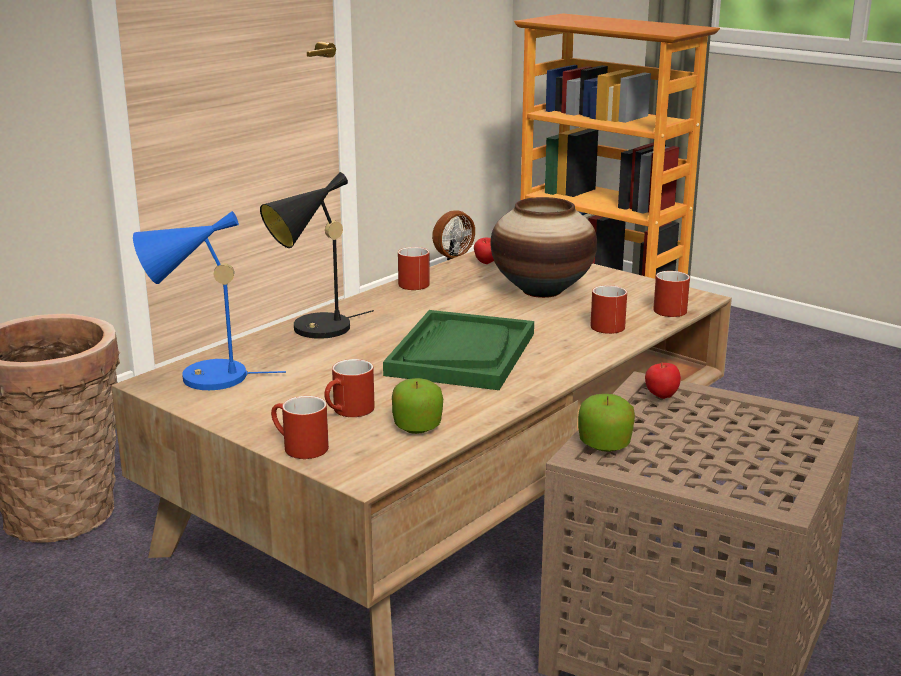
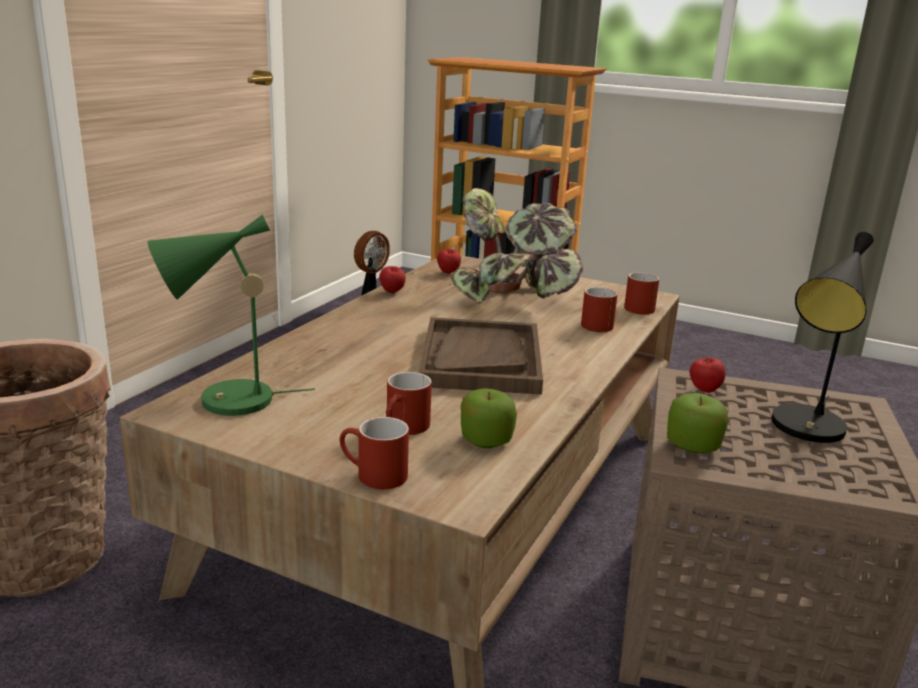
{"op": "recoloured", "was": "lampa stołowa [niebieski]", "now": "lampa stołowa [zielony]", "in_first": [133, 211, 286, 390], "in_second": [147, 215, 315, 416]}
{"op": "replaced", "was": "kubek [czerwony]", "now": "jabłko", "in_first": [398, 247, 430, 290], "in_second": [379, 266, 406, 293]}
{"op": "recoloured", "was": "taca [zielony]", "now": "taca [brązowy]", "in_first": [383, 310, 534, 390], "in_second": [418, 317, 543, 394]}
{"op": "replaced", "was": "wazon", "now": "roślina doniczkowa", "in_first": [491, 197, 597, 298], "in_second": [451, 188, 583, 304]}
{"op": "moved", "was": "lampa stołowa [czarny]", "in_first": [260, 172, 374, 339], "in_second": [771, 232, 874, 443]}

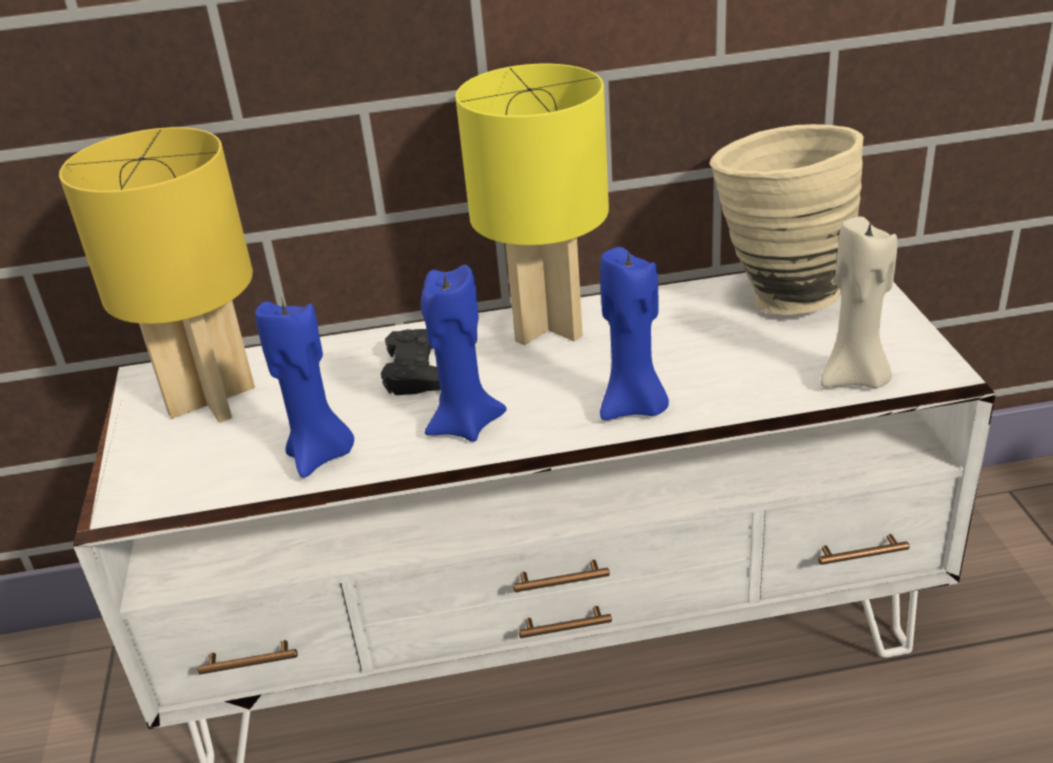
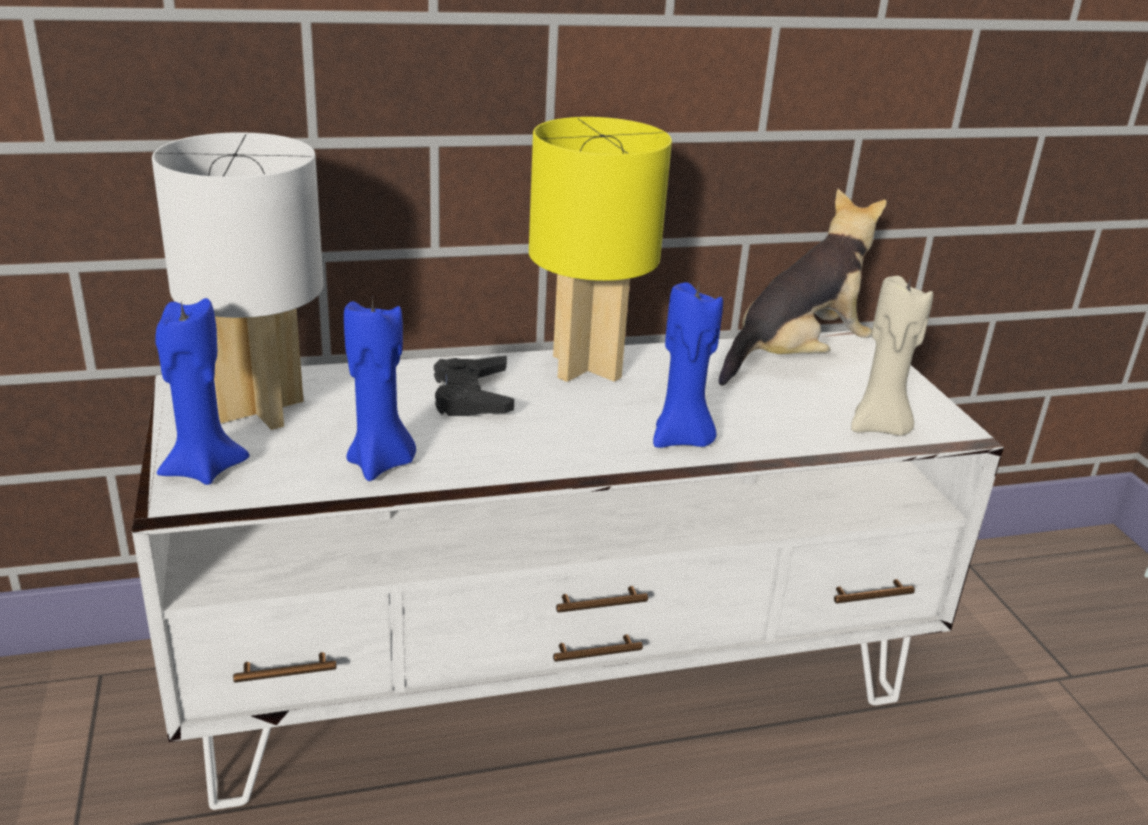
{"op": "recoloured", "was": "lampa stołowa [żółty]", "now": "lampa stołowa [biały]", "in_first": [59, 127, 255, 423], "in_second": [152, 132, 324, 430]}
{"op": "moved", "was": "świeca [niebieski]", "in_first": [421, 264, 507, 442], "in_second": [156, 298, 249, 485]}
{"op": "replaced", "was": "wazon [beżowy]", "now": "pluszak", "in_first": [709, 124, 864, 315], "in_second": [719, 189, 887, 385]}

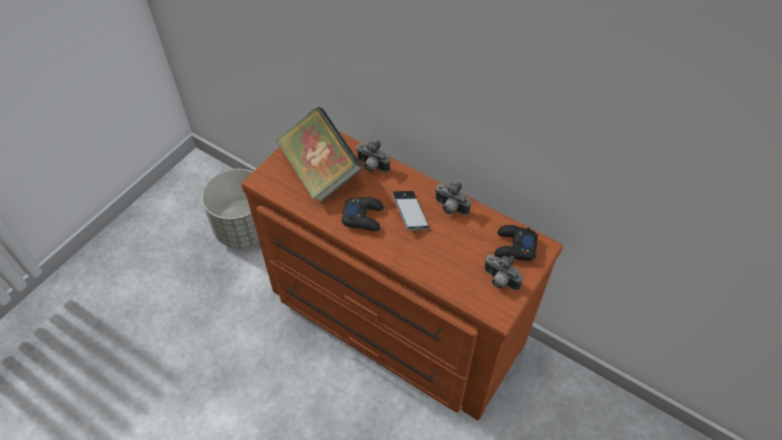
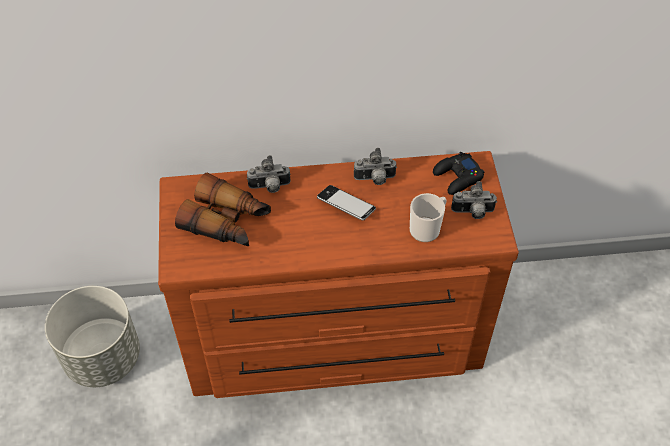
{"op": "replaced", "was": "książka", "now": "lornetka", "in_first": [276, 107, 363, 203], "in_second": [175, 173, 271, 246]}
{"op": "added", "now": "kubek", "in_second": [410, 193, 446, 242]}
{"op": "removed", "was": "pad do gier [czarny]", "in_first": [342, 197, 384, 231]}

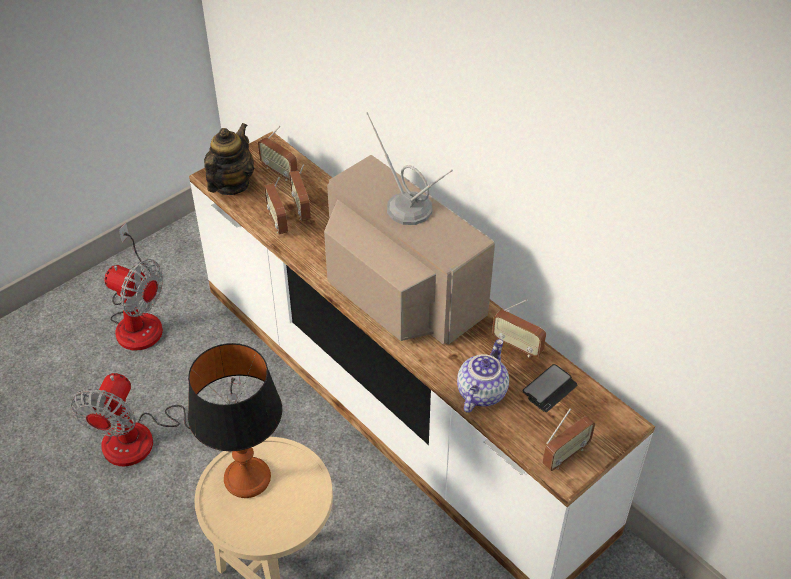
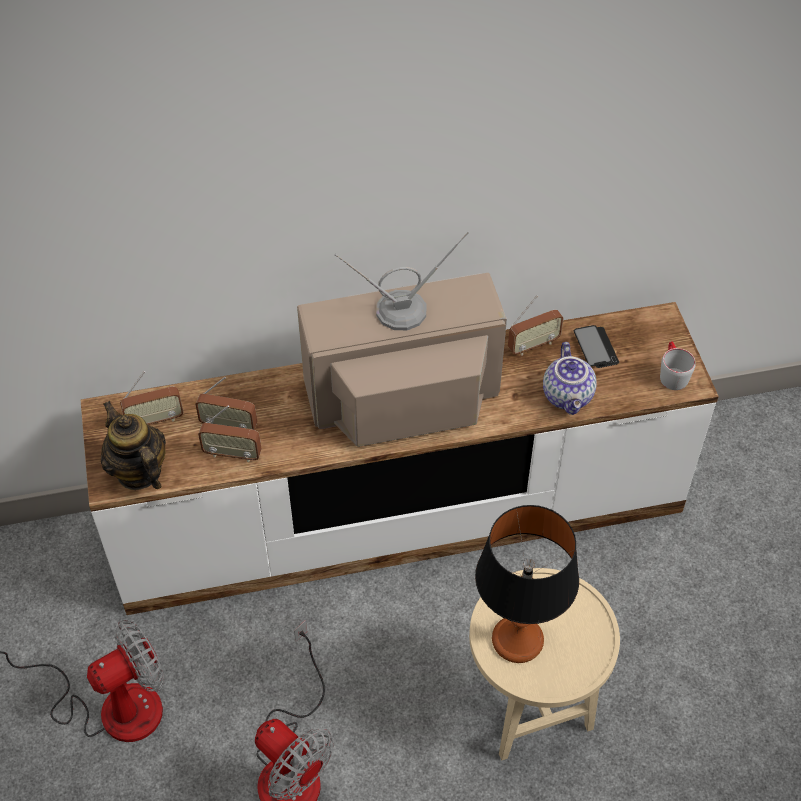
{"op": "turned", "was": "imbryk", "in_first": [457, 339, 509, 413], "in_second": [543, 342, 597, 415], "clockwise": -150}
{"op": "replaced", "was": "radio", "now": "kubek [szary]", "in_first": [543, 408, 595, 471], "in_second": [660, 341, 695, 390]}

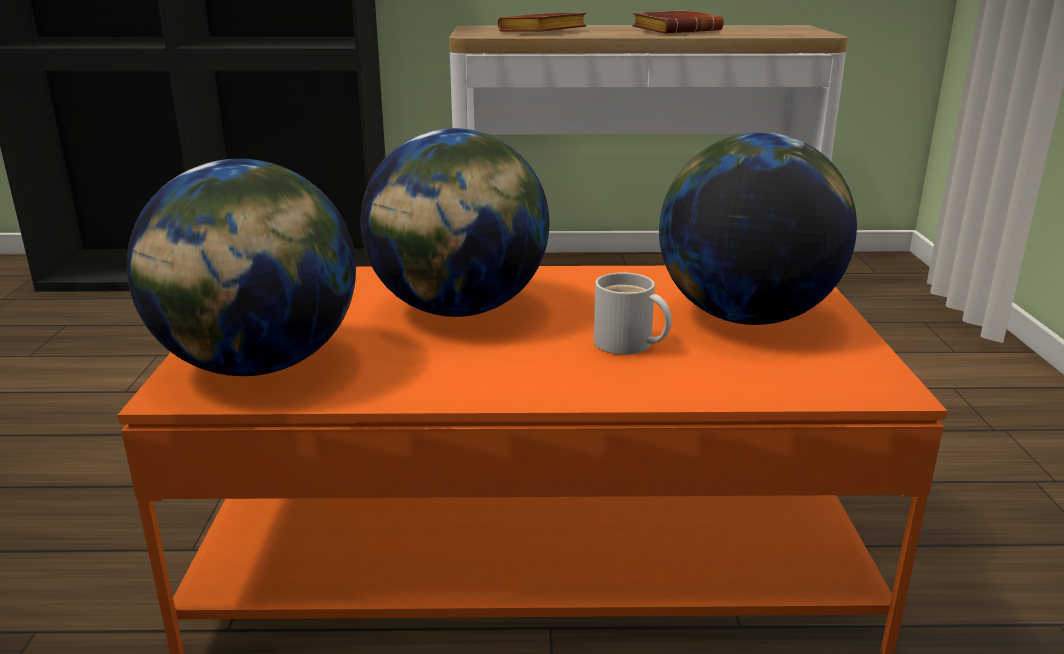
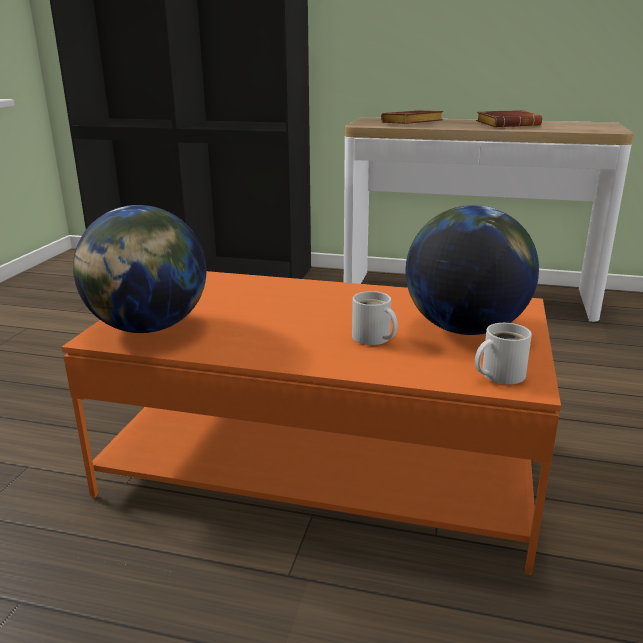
{"op": "added", "now": "kubek [biały]", "in_second": [475, 323, 532, 384]}
{"op": "removed", "was": "globus", "in_first": [360, 128, 549, 317]}

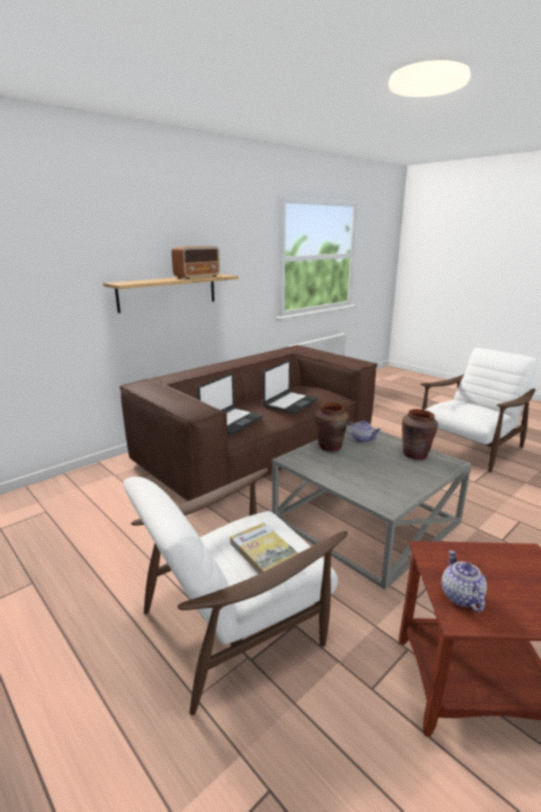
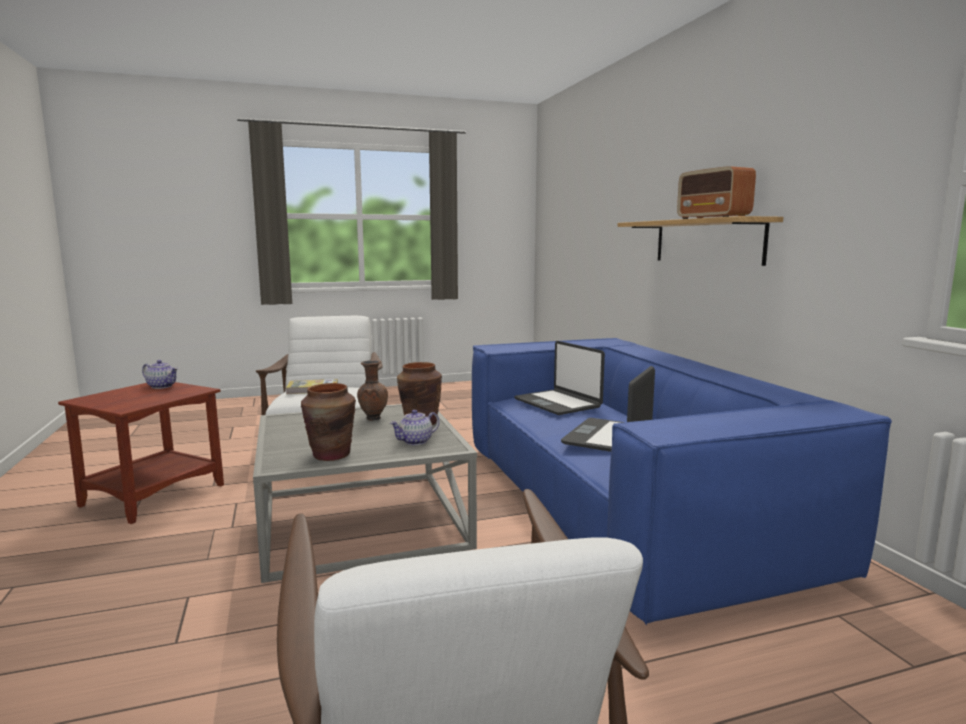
{"op": "added", "now": "wazon [brązowy]", "in_second": [357, 360, 388, 421]}
{"op": "recoloured", "was": "kanapa [brązowy]", "now": "kanapa [niebieski]", "in_first": [120, 345, 377, 501], "in_second": [472, 338, 892, 625]}
{"op": "turned", "was": "laptop", "in_first": [263, 360, 318, 414], "in_second": [561, 366, 655, 452], "clockwise": 60}

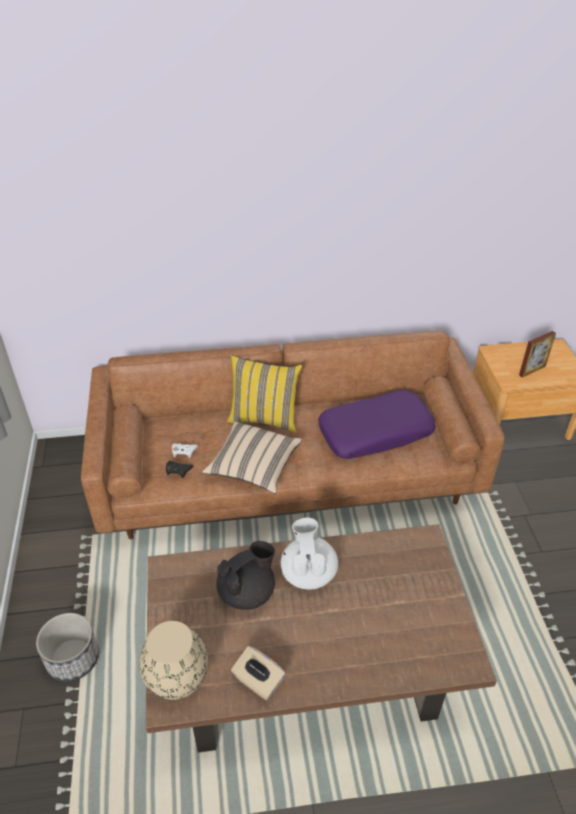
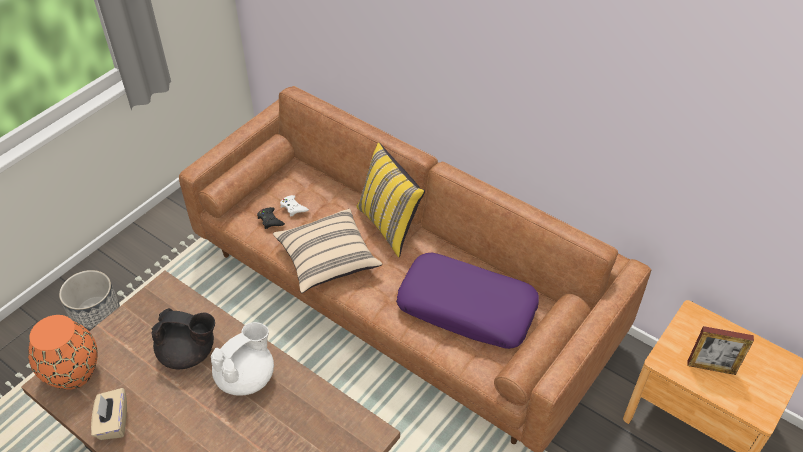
{"op": "recoloured", "was": "wazon [beżowy]", "now": "wazon [pomarańczowy]", "in_first": [139, 621, 208, 700], "in_second": [28, 315, 98, 390]}

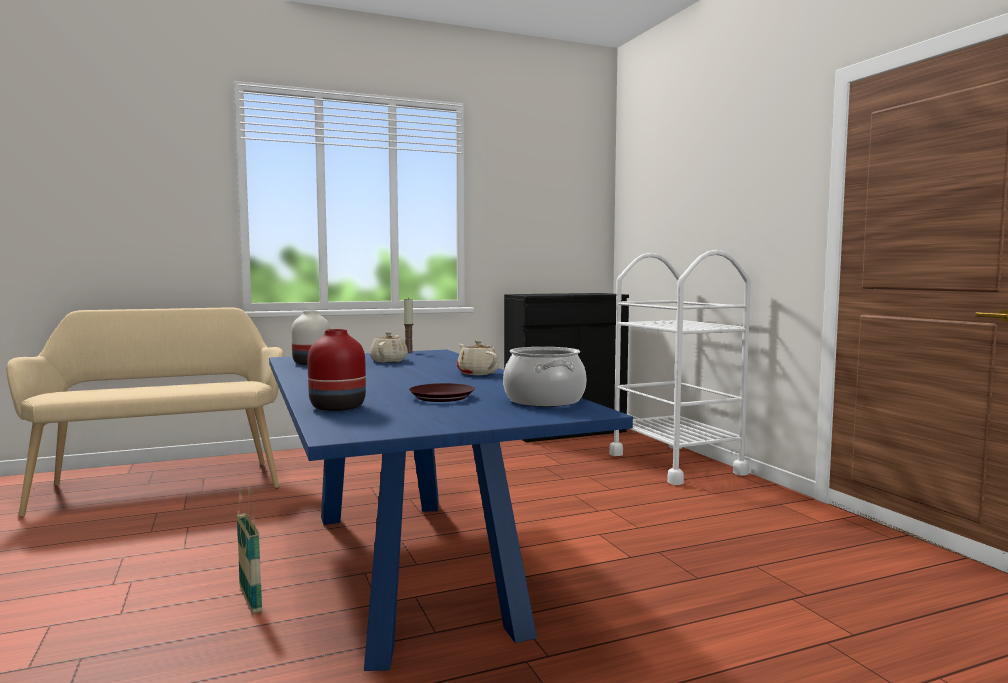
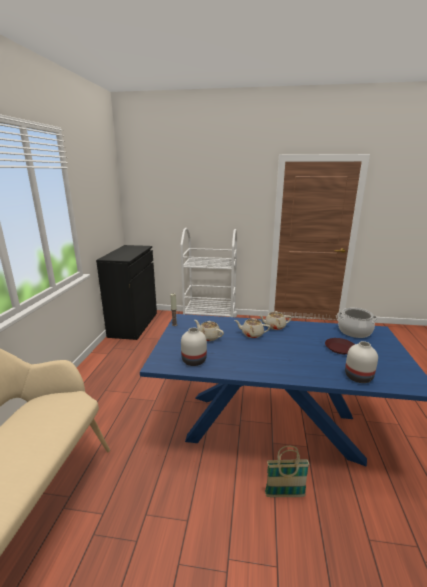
{"op": "added", "now": "imbryk [beżowy]", "in_second": [235, 318, 270, 338]}
{"op": "recoloured", "was": "wazon [czerwony]", "now": "wazon [biały]", "in_first": [308, 329, 366, 411], "in_second": [345, 341, 378, 383]}

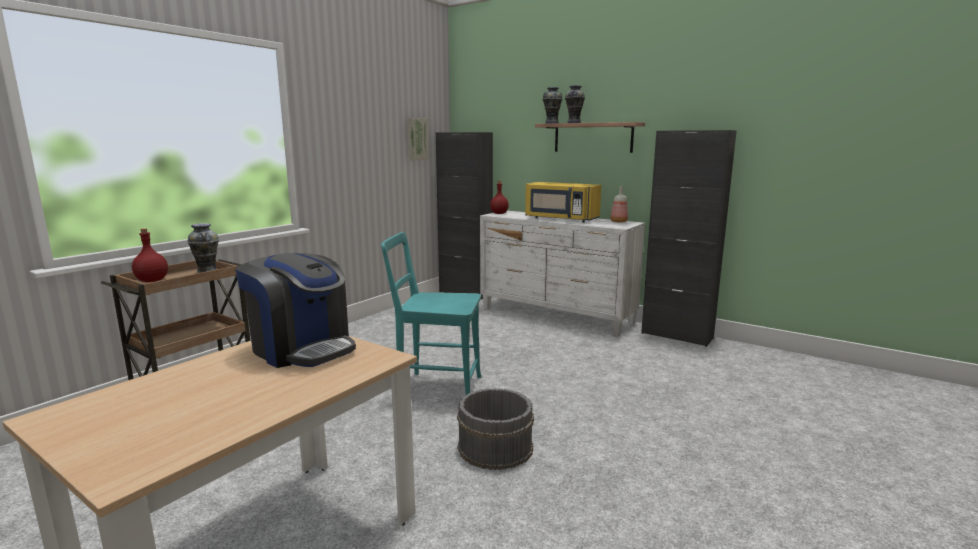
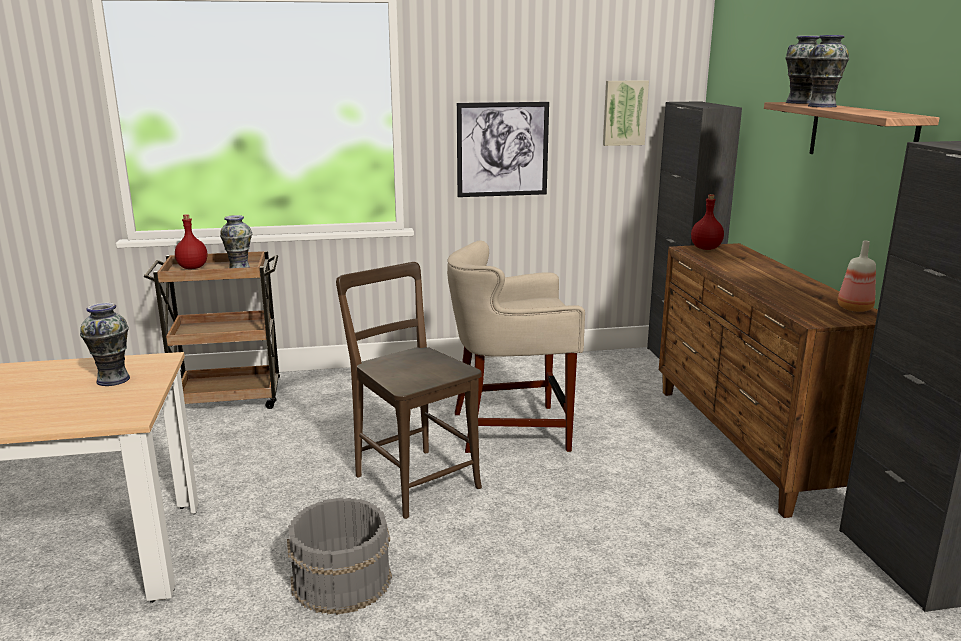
{"op": "replaced", "was": "ekspres do kawy", "now": "wazon", "in_first": [235, 253, 356, 368], "in_second": [80, 303, 130, 386]}
{"op": "recoloured", "was": "krzesło [turkusowy]", "now": "krzesło [brązowy]", "in_first": [381, 232, 481, 395], "in_second": [336, 262, 482, 519]}
{"op": "added", "now": "stołek [beżowy]", "in_second": [447, 240, 585, 453]}
{"op": "added", "now": "obraz", "in_second": [457, 102, 549, 197]}
{"op": "recoloured", "was": "komoda [biały]", "now": "komoda [brązowy]", "in_first": [480, 211, 645, 337], "in_second": [659, 243, 878, 518]}
{"op": "removed", "was": "mikrofalówka [żółty]", "in_first": [525, 182, 601, 222]}

